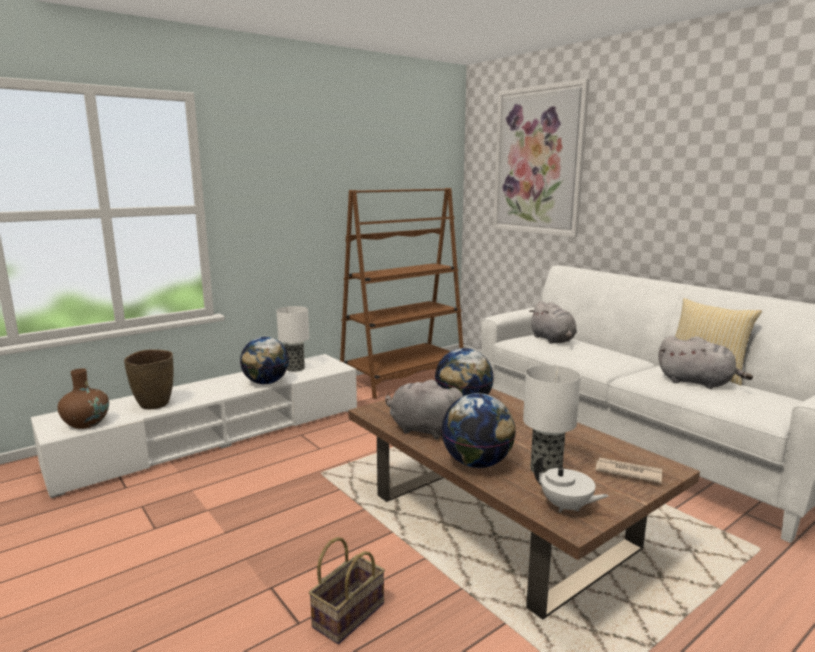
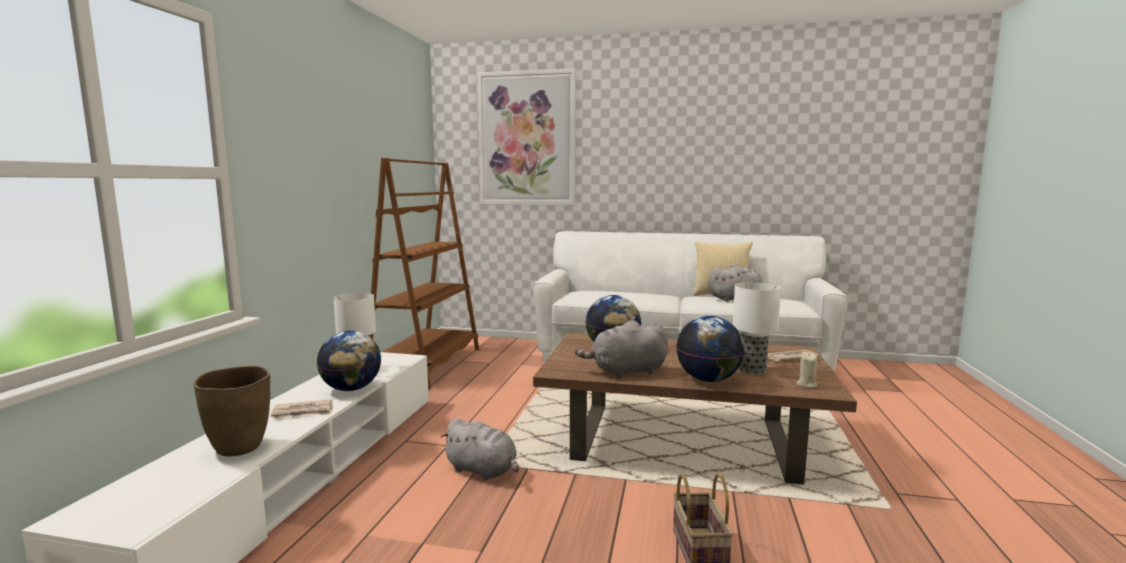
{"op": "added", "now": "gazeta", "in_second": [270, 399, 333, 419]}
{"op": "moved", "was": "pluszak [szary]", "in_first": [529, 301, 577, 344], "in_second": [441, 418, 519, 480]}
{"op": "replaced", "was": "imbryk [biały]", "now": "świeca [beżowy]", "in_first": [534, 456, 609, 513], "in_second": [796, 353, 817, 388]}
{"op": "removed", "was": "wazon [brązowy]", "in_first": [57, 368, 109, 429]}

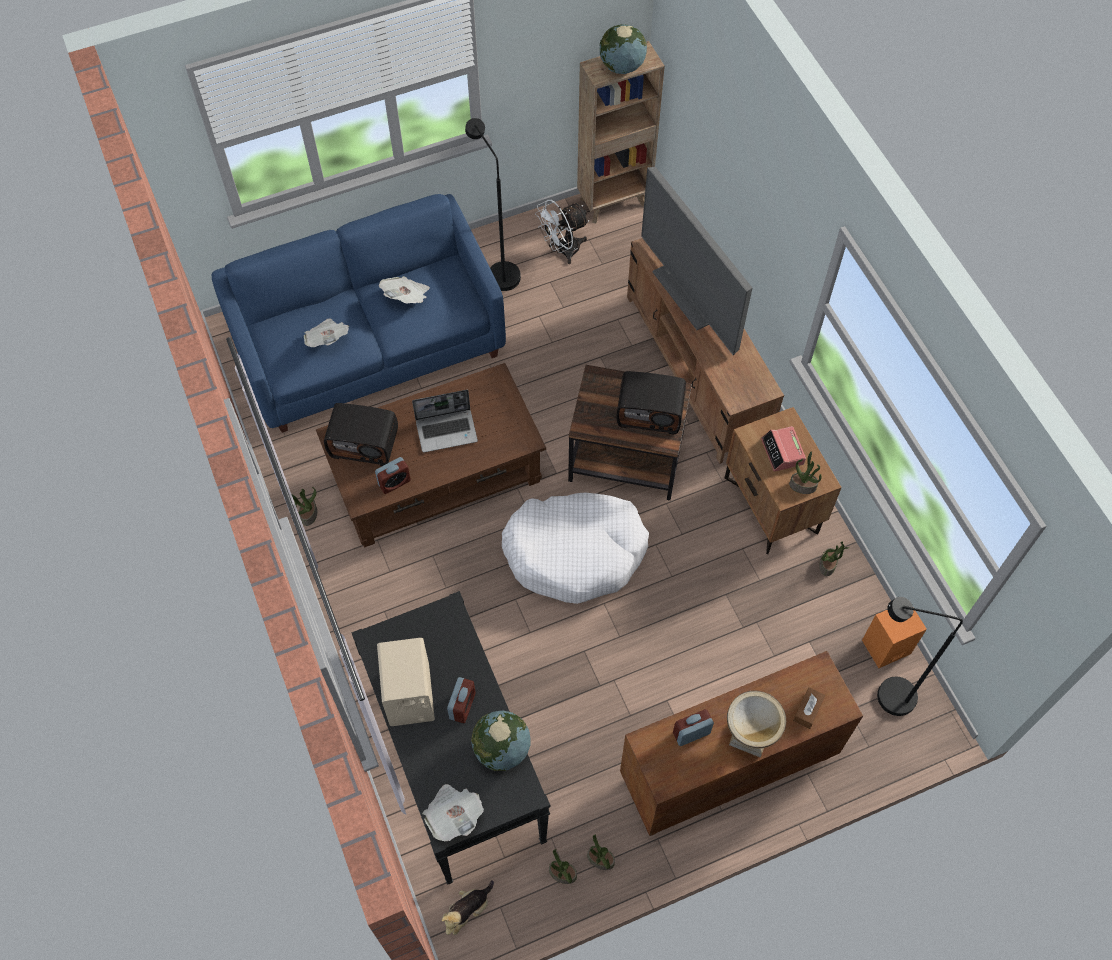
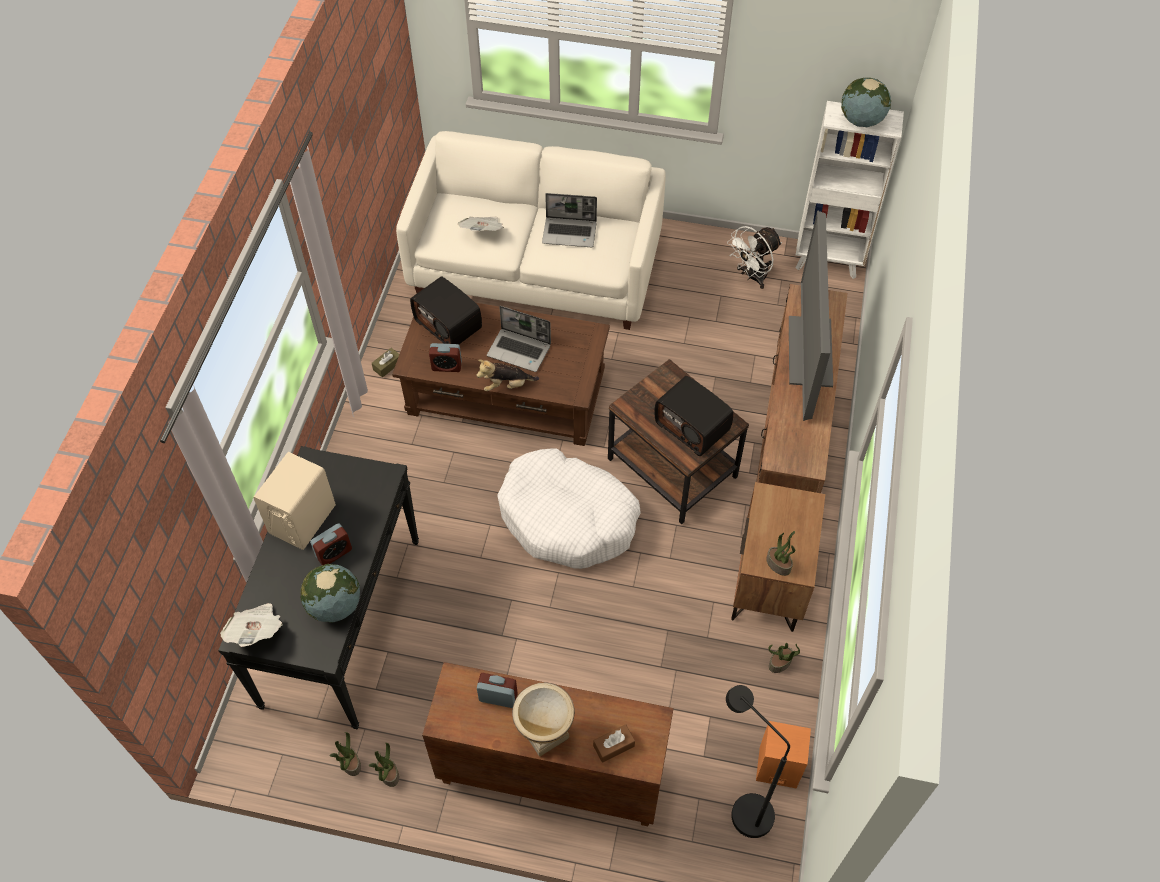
{"op": "replaced", "was": "roślina doniczkowa", "now": "pudełko chusteczek [brązowy]", "in_first": [292, 487, 317, 526], "in_second": [372, 348, 399, 378]}
{"op": "recoloured", "was": "kanapa [niebieski]", "now": "kanapa [biały]", "in_first": [212, 194, 506, 433], "in_second": [396, 131, 666, 330]}
{"op": "moved", "was": "pluszak", "in_first": [442, 880, 494, 935], "in_second": [477, 359, 539, 391]}
{"op": "replaced", "was": "gazeta", "now": "laptop", "in_first": [379, 276, 430, 304], "in_second": [542, 193, 597, 247]}
{"op": "turned", "was": "wentylator [biały]", "in_first": [535, 200, 590, 264], "in_second": [727, 226, 782, 289], "clockwise": -45}
{"op": "recoloured", "was": "regał [brązowy]", "now": "regał [biały]", "in_first": [577, 41, 665, 224], "in_second": [796, 101, 904, 279]}
{"op": "removed", "was": "lampa stojąca [czarny]", "in_first": [465, 118, 521, 291]}
{"op": "removed", "was": "budzik", "in_first": [761, 426, 806, 472]}

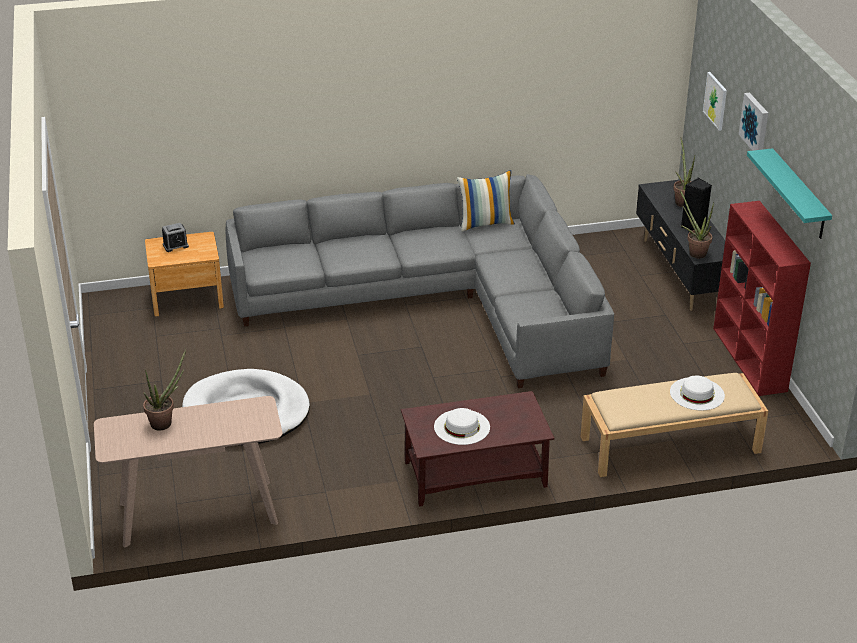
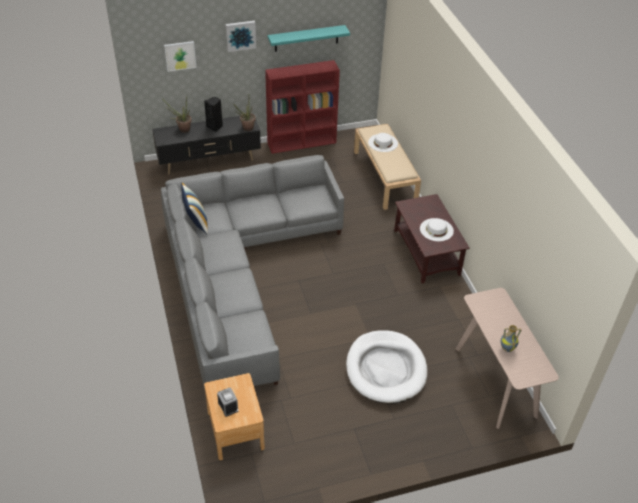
{"op": "replaced", "was": "roślina doniczkowa", "now": "wazon", "in_first": [143, 349, 186, 431], "in_second": [500, 325, 521, 352]}

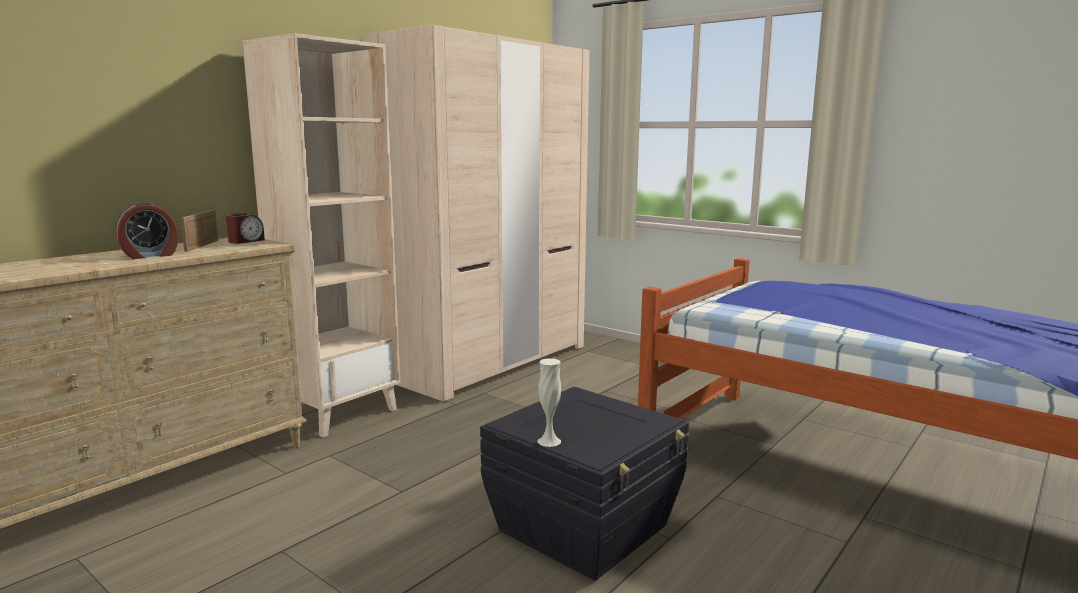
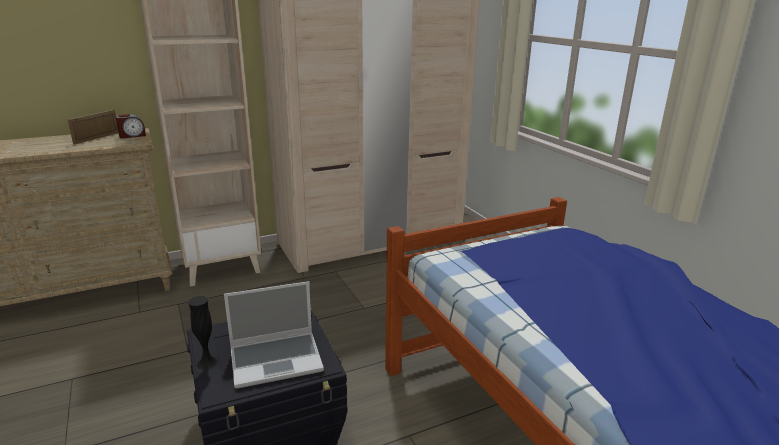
{"op": "recoloured", "was": "wazon [biały]", "now": "wazon [czarny]", "in_first": [537, 358, 561, 447], "in_second": [188, 296, 218, 370]}
{"op": "added", "now": "laptop", "in_second": [224, 281, 324, 388]}
{"op": "removed", "was": "budzik", "in_first": [115, 202, 178, 259]}

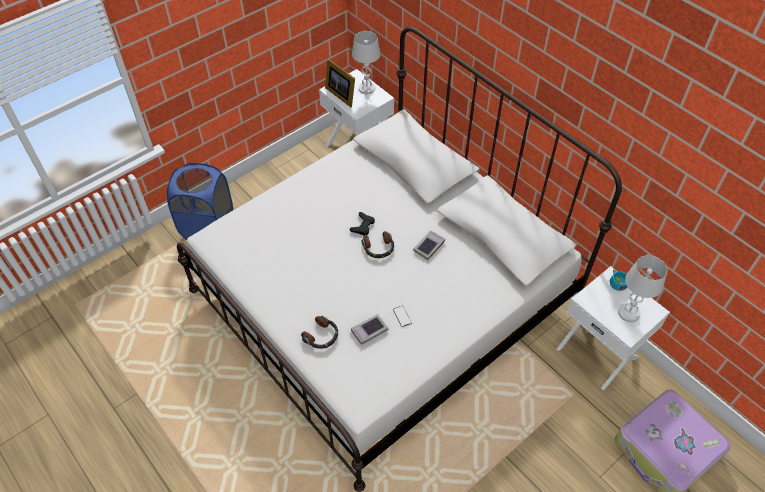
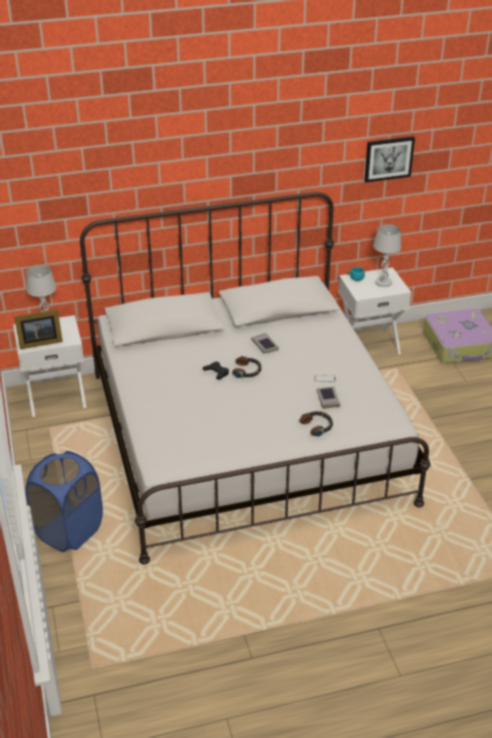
{"op": "added", "now": "obraz", "in_second": [364, 136, 415, 182]}

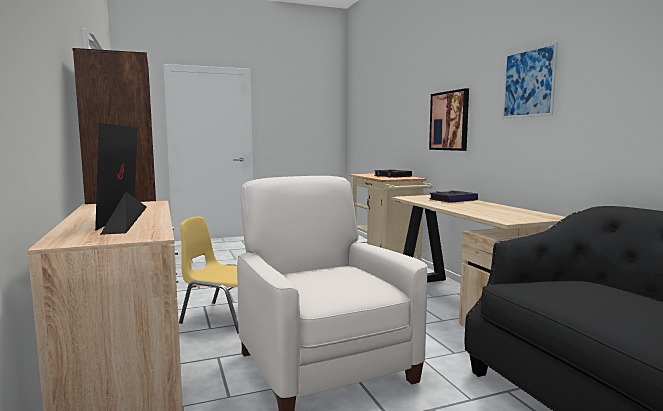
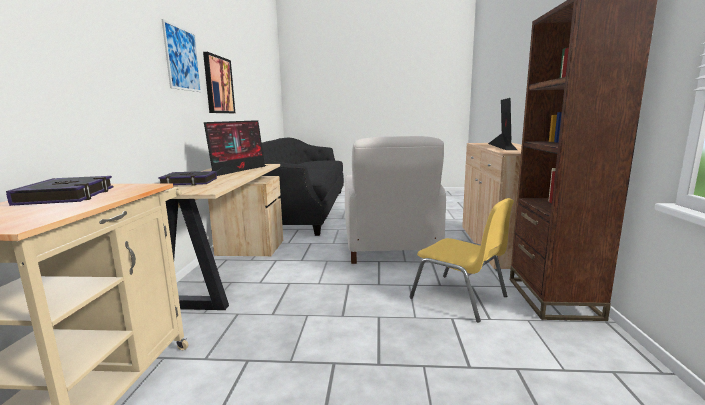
{"op": "moved", "was": "obraz", "in_first": [429, 88, 469, 151], "in_second": [203, 52, 235, 113]}
{"op": "added", "now": "monitor", "in_second": [204, 120, 267, 176]}

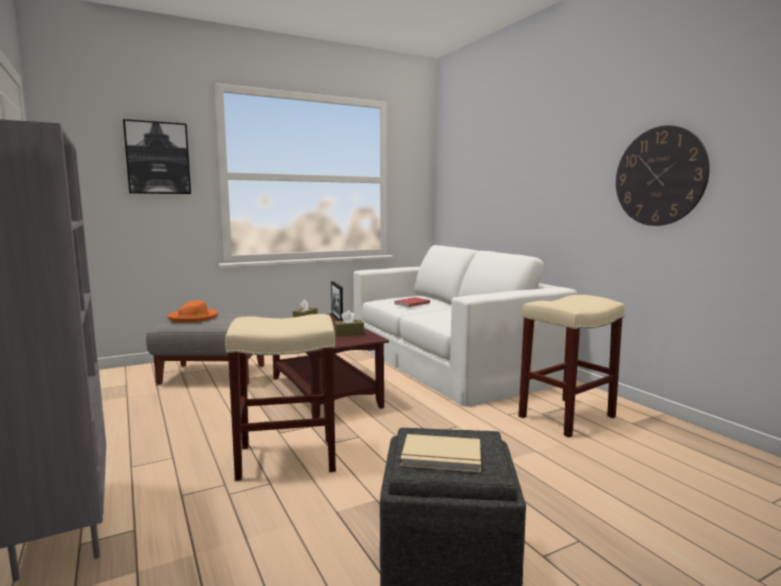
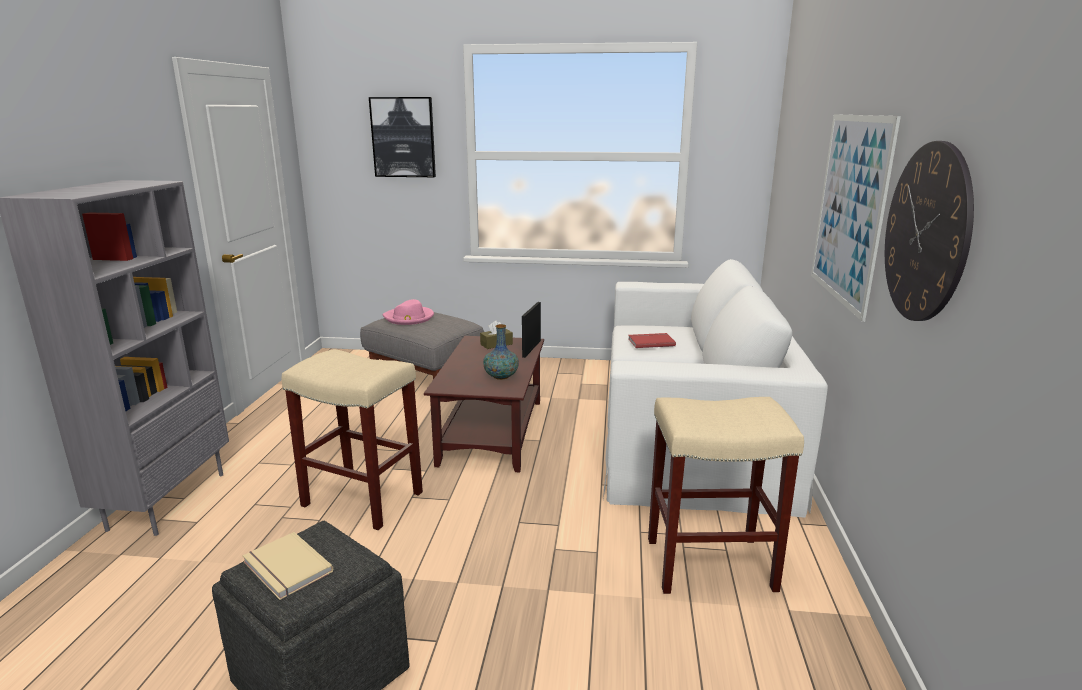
{"op": "recoloured", "was": "kapelusz [pomarańczowy]", "now": "kapelusz [różowy]", "in_first": [167, 300, 218, 322], "in_second": [383, 299, 434, 325]}
{"op": "replaced", "was": "pudełko chusteczek [brązowy]", "now": "wazon", "in_first": [334, 310, 364, 336], "in_second": [483, 324, 519, 380]}
{"op": "added", "now": "obraz", "in_second": [811, 114, 901, 322]}

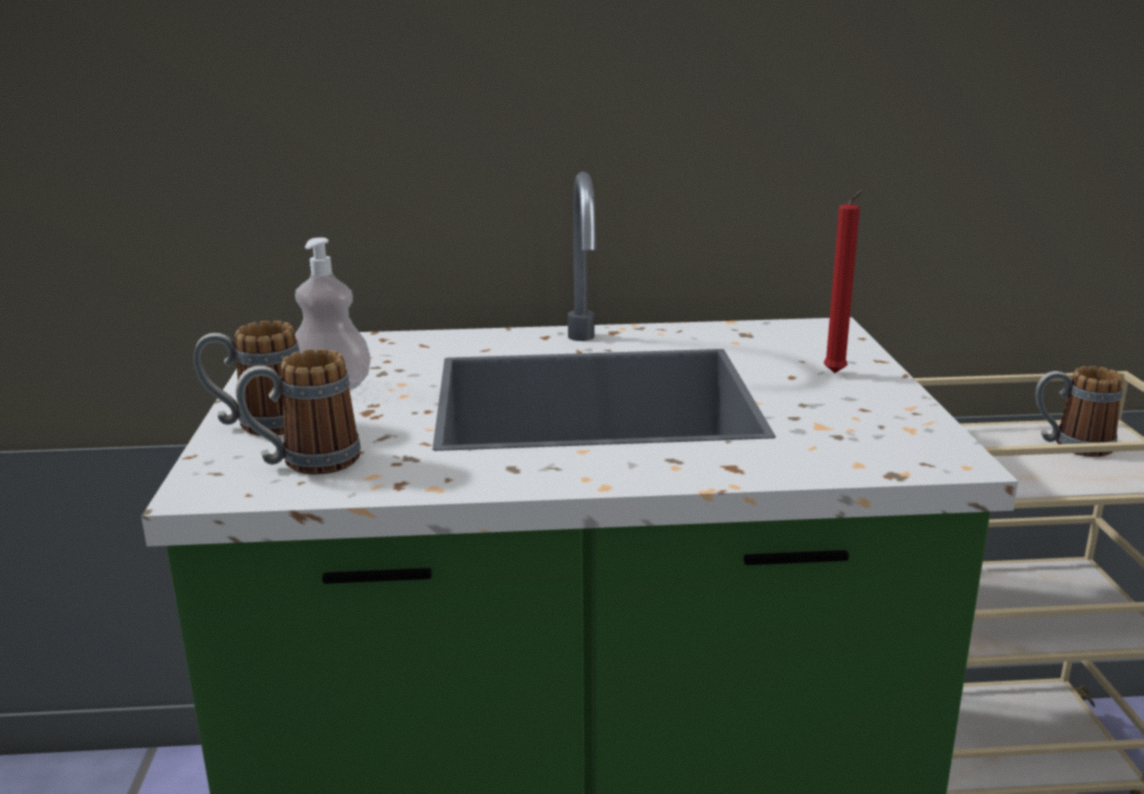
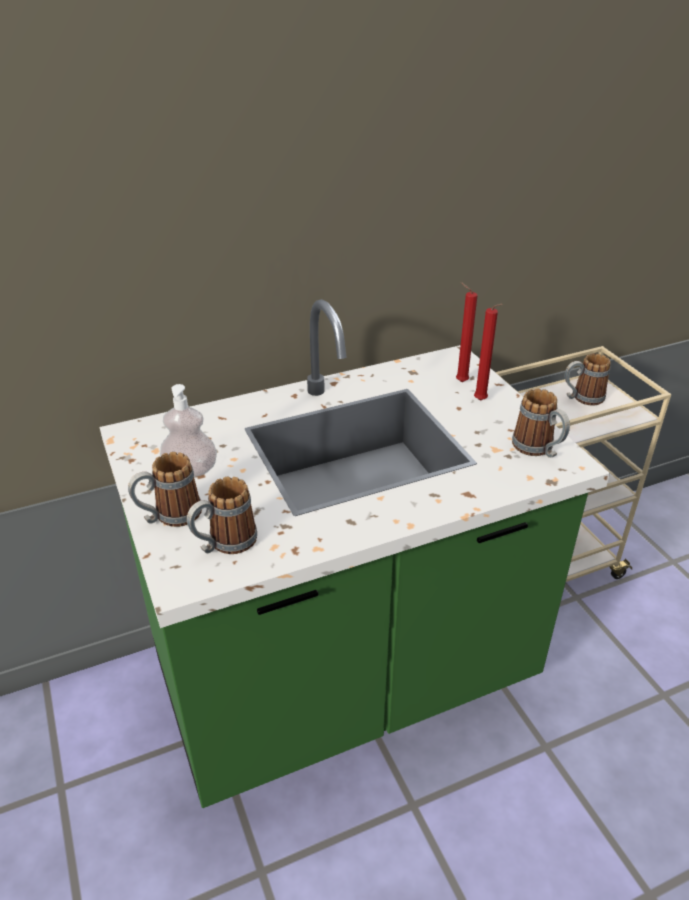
{"op": "added", "now": "świeca [czerwony]", "in_second": [456, 282, 477, 382]}
{"op": "added", "now": "kubek", "in_second": [512, 389, 570, 458]}

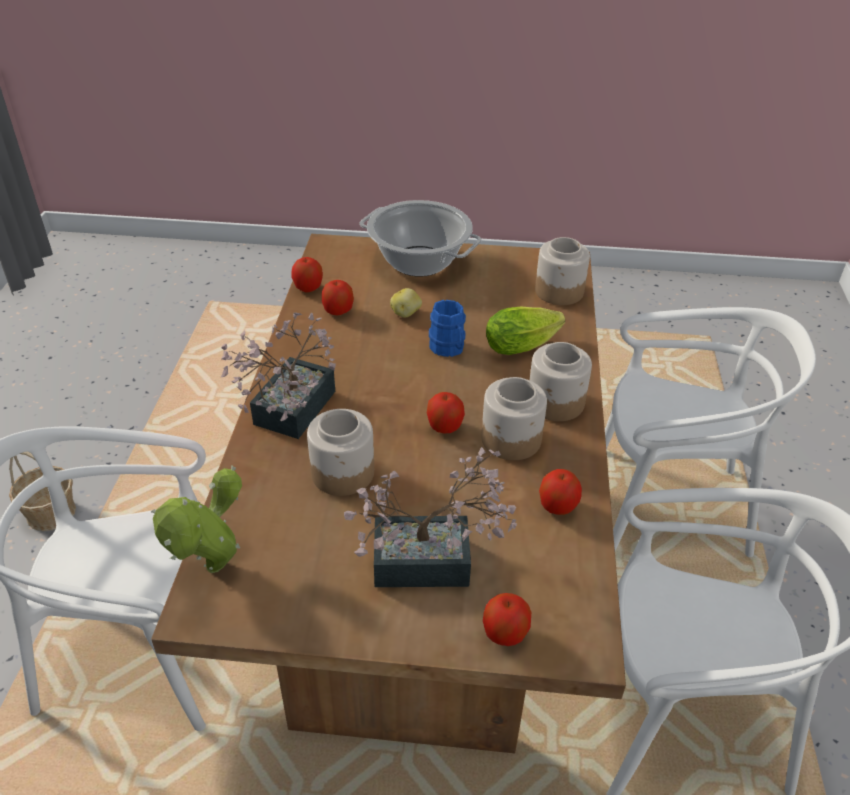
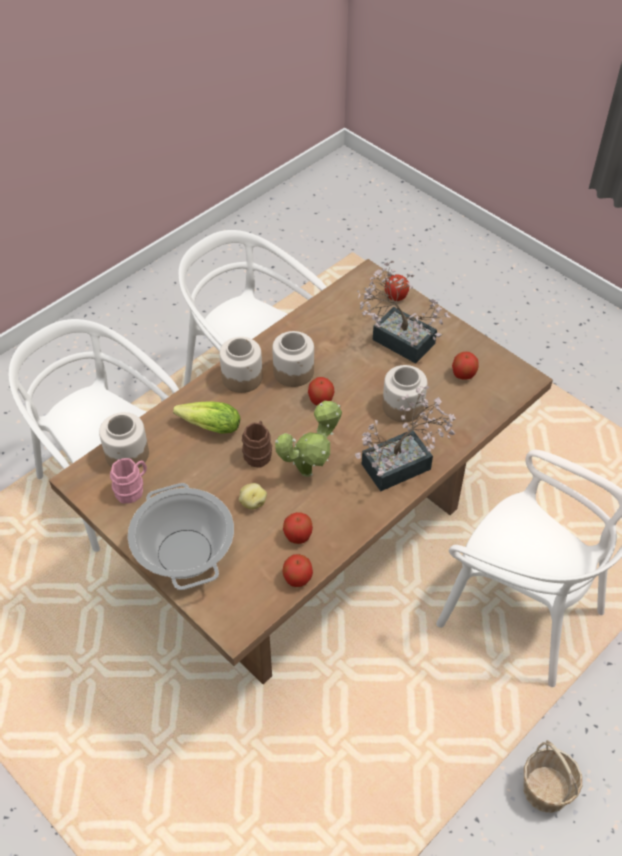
{"op": "added", "now": "kubek [różowy]", "in_second": [110, 458, 147, 503]}
{"op": "recoloured", "was": "kubek [niebieski]", "now": "kubek [brązowy]", "in_first": [429, 300, 466, 357], "in_second": [242, 421, 272, 468]}
{"op": "moved", "was": "roślina doniczkowa", "in_first": [151, 465, 242, 573], "in_second": [275, 401, 342, 477]}
{"op": "moved", "was": "jabłko", "in_first": [539, 469, 582, 515], "in_second": [452, 352, 479, 380]}

